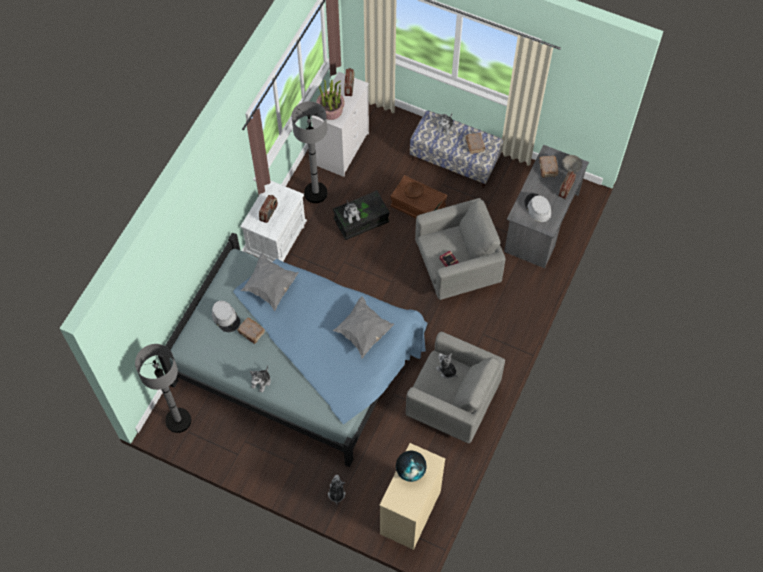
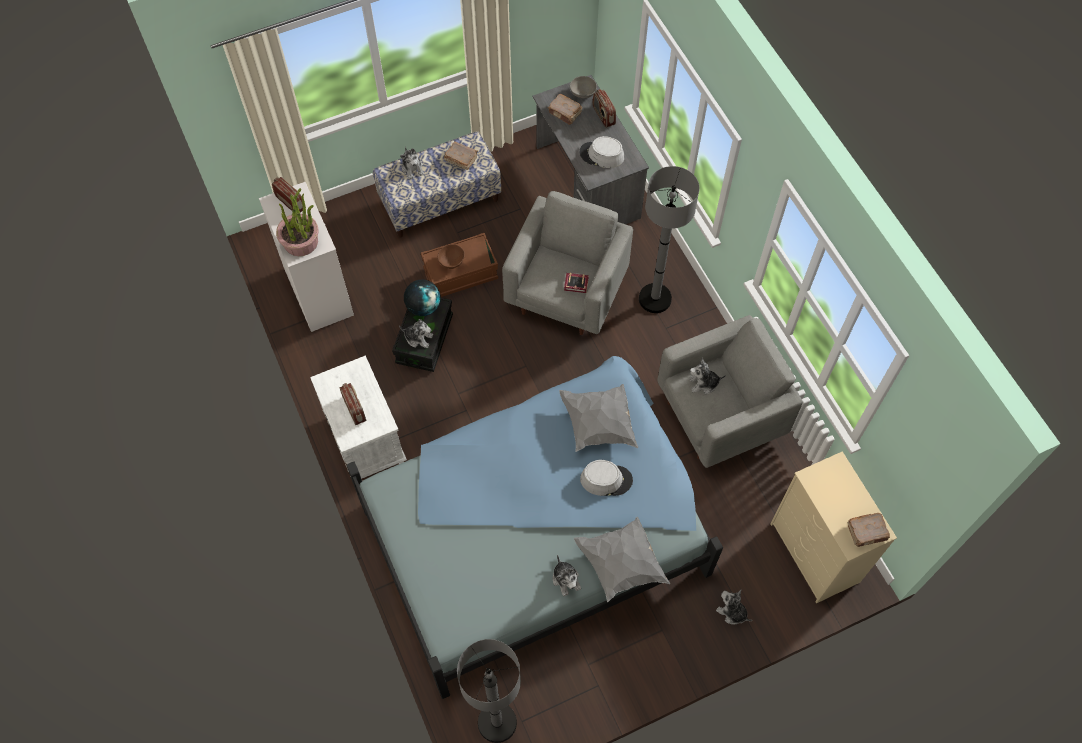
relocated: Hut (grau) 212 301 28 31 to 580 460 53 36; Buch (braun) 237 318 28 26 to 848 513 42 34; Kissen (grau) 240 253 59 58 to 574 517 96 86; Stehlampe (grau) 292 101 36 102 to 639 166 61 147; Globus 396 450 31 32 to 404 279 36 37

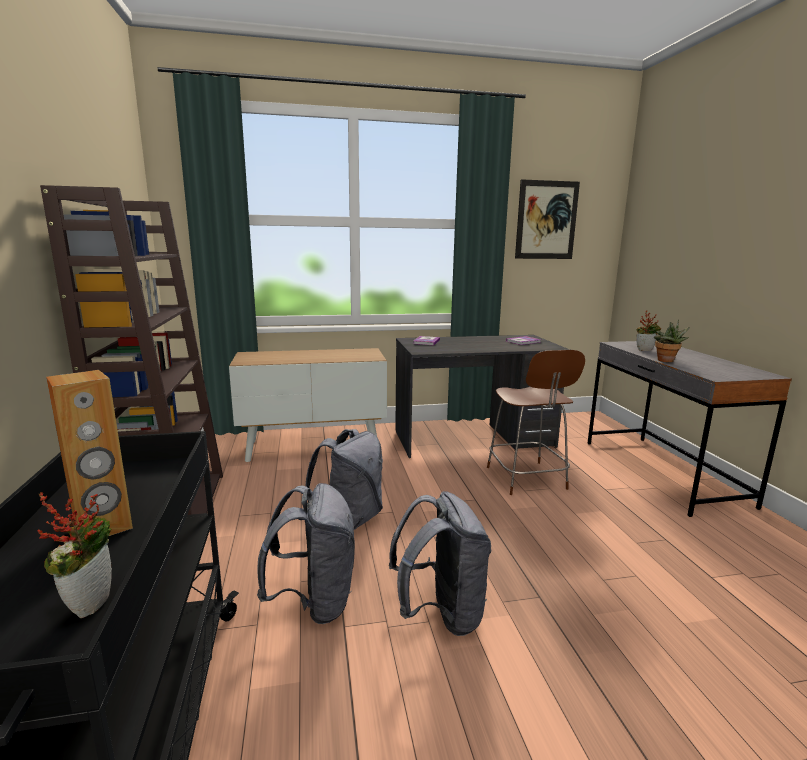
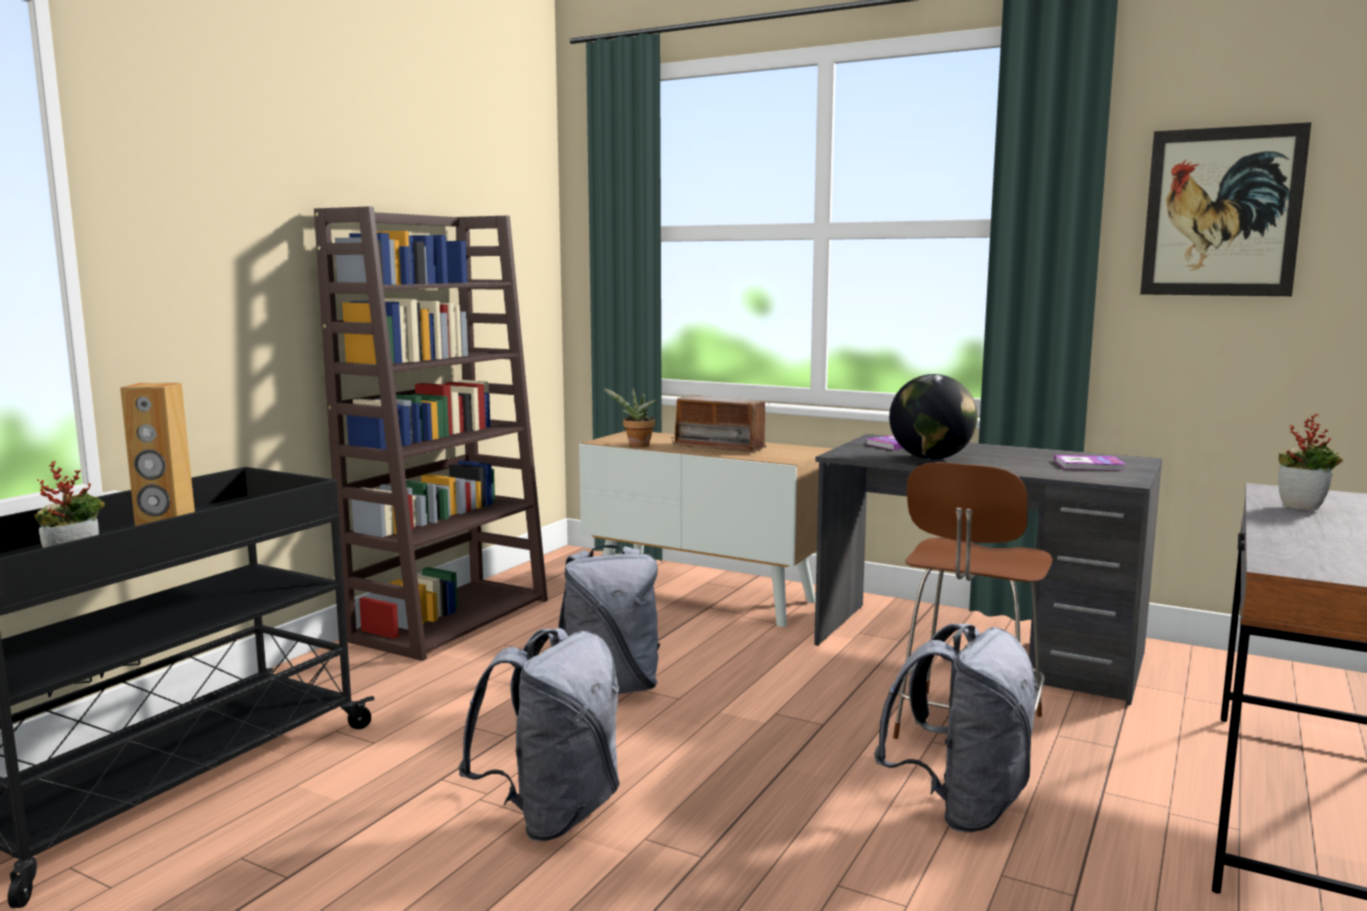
appeared: Radio 671 395 98 58; Globus 889 374 89 86
relocated: Rucksack (grau) 257 483 98 141 to 874 624 165 209; Topfpflanze 654 320 36 42 to 603 388 53 59

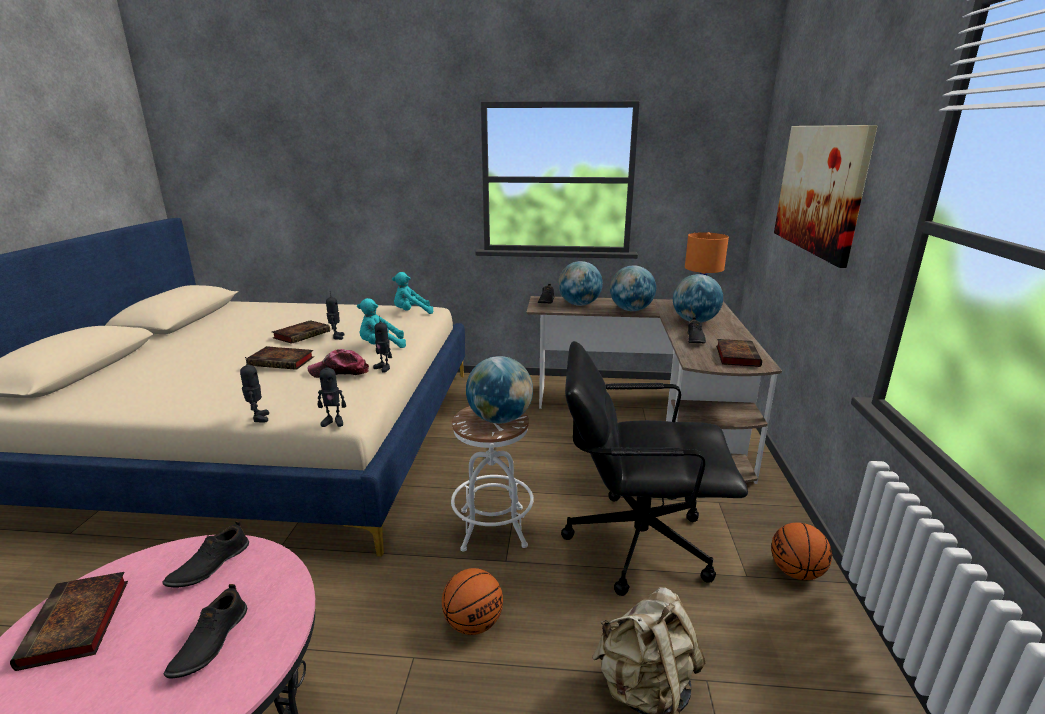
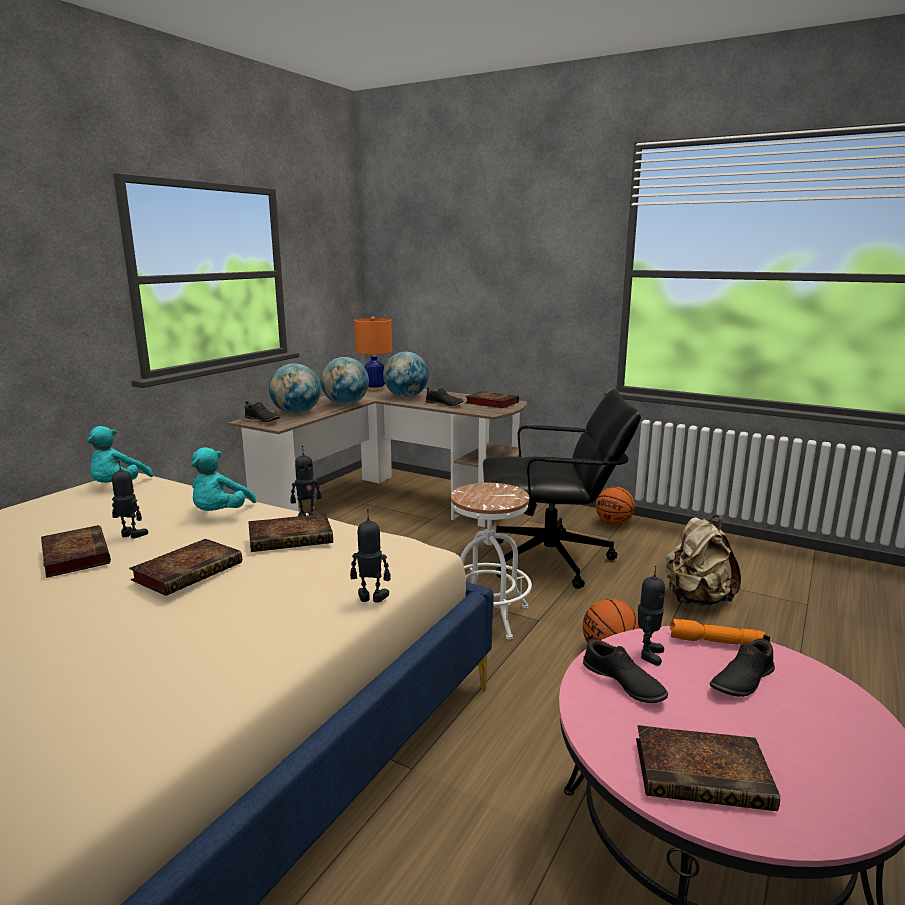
missing: Globus 466 356 67 68; Bild 774 125 103 143
appeared: Taschenlampe (orange) 670 619 96 26
relocated: Spielzeugroboter 317 360 29 67 to 638 566 27 100
exchanged: Kappe 307 349 62 29 to Buch 248 514 85 38
spun: Schuh (schwarz) 163 584 84 94 = 709 634 66 63 105 degrees clockwise; Bürostuhl (schwarz) 561 341 187 255 = 483 389 158 200 120 degrees counterclockwise

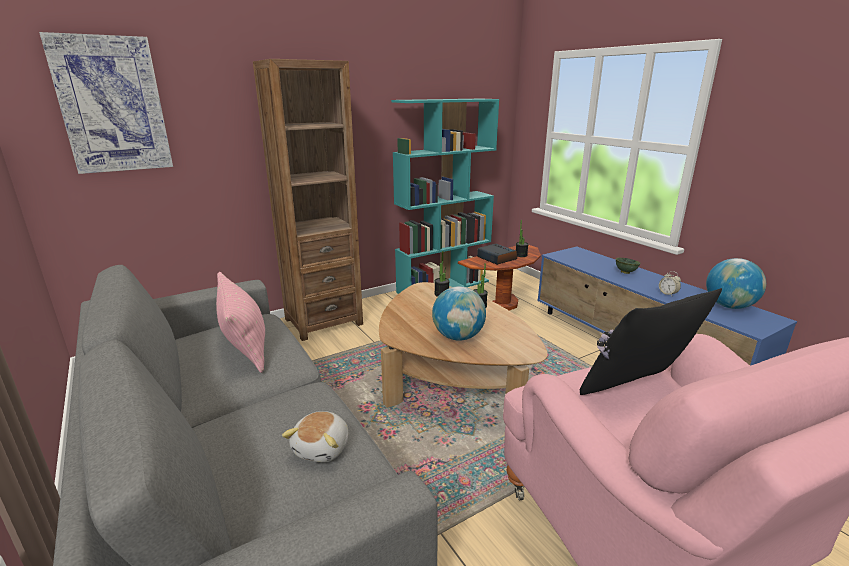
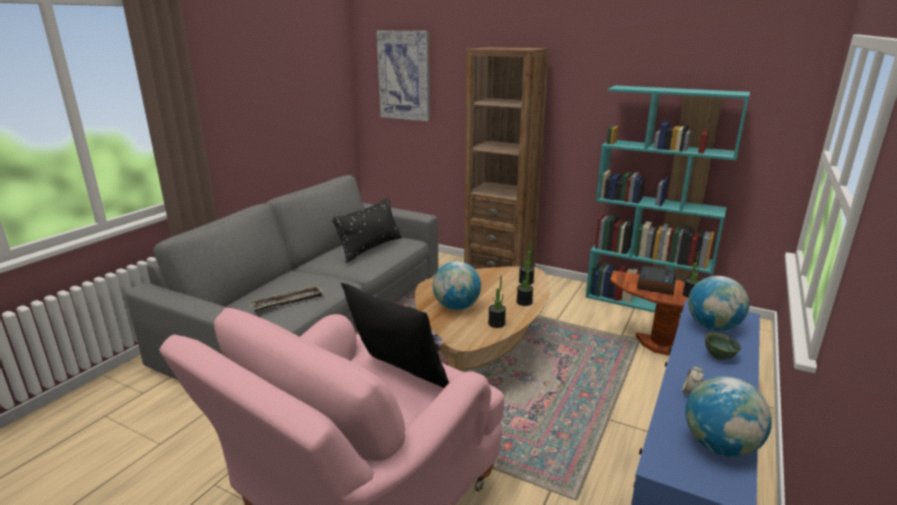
appeared: Topfpflanze 488 276 18 52; Globus 688 276 61 55
exchanged: Plüschtier 282 411 66 51 to Tablett 250 285 73 26
colour: Kissen (rosa) 216 272 49 101 to Kissen (schwarz) 332 197 70 66

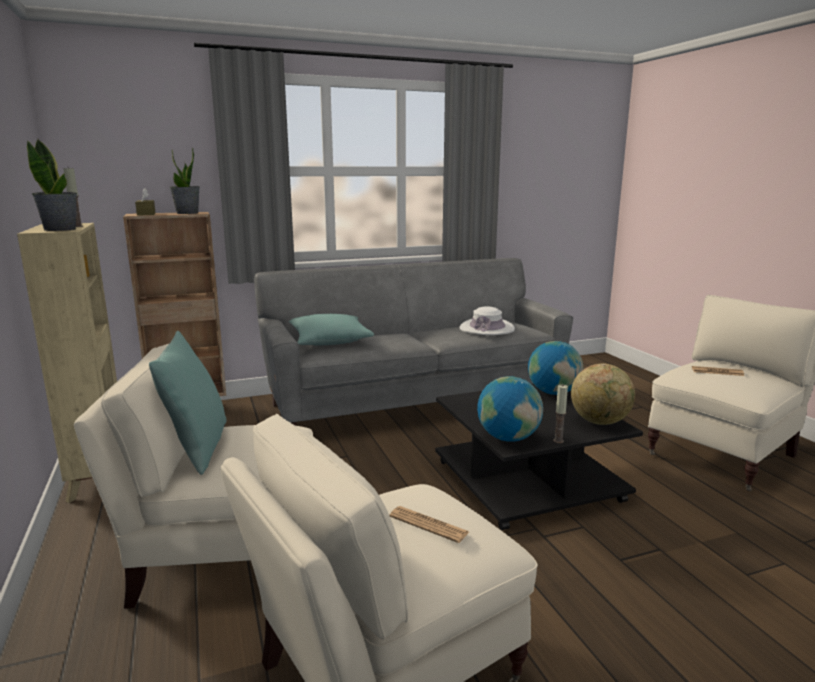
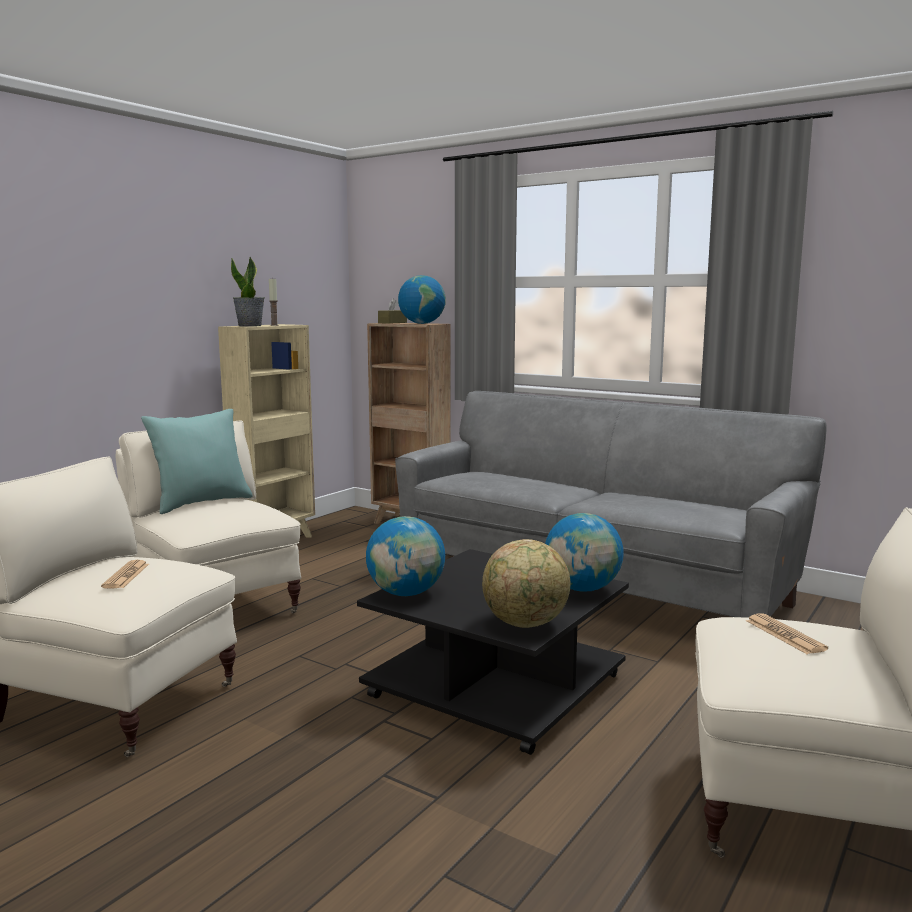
missing: Kissen (türkis) 289 314 85 32; Hut (weiß) 460 307 55 28; Kerze 553 384 15 59
exchanged: Topfpflanze 170 148 30 66 to Globus 398 275 48 49

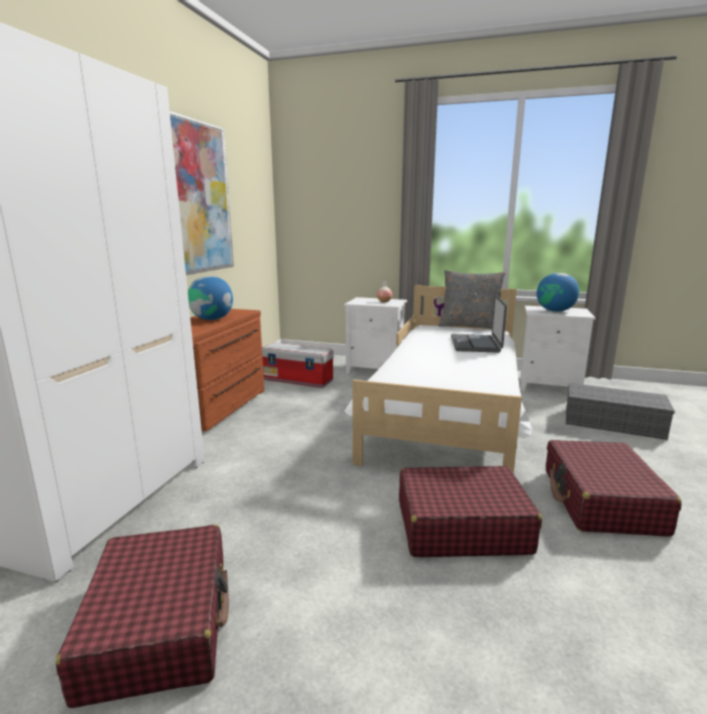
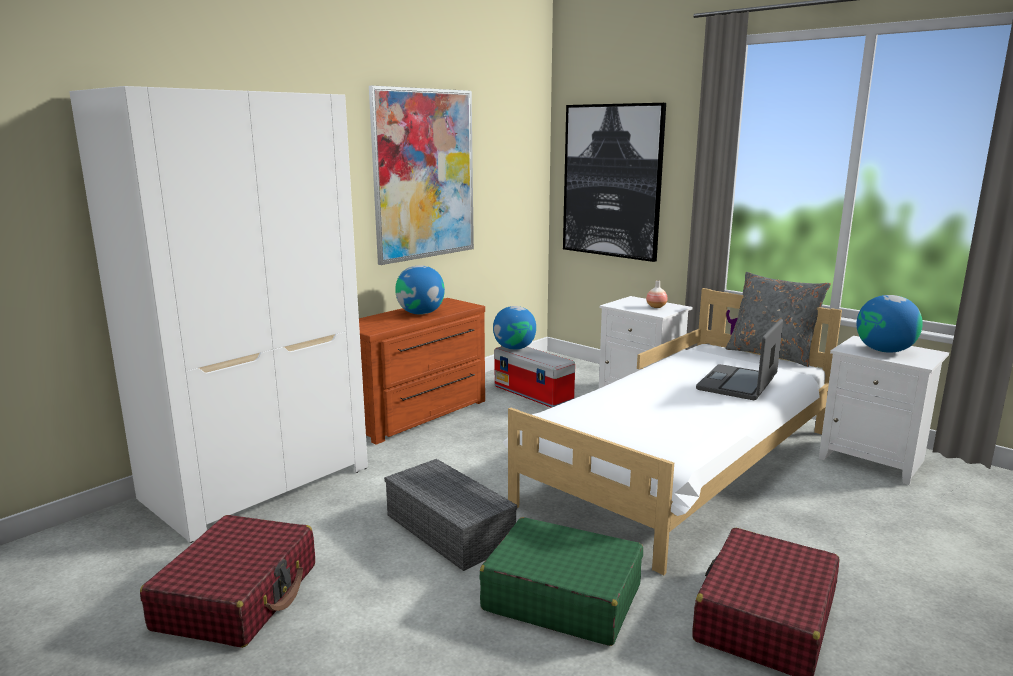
appeared: Globus 493 306 43 44; Bild 563 103 103 159
relocated: Aufbewahrungsbox (grau) 566 383 109 57 to 384 459 133 112
colour: Koffer (rot) 399 466 143 91 to Koffer (grün) 479 517 164 129

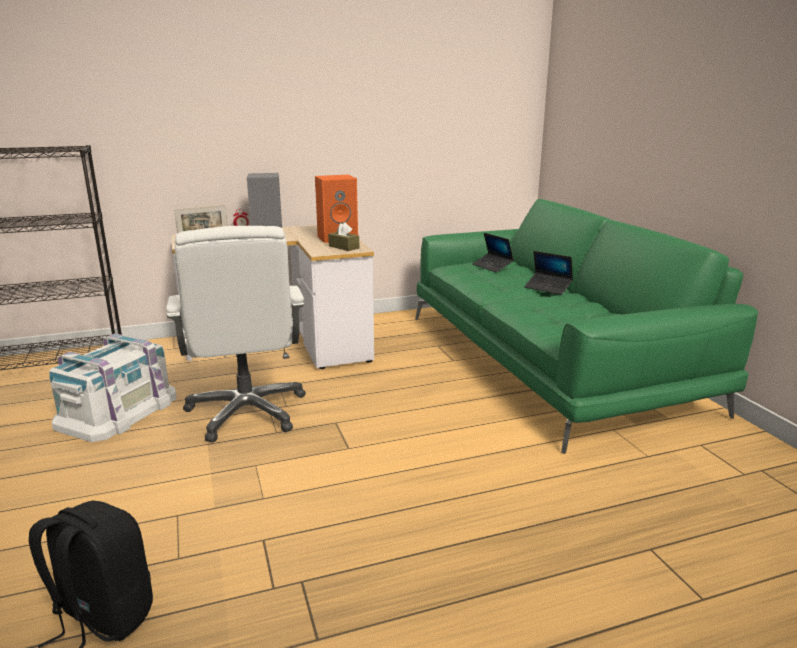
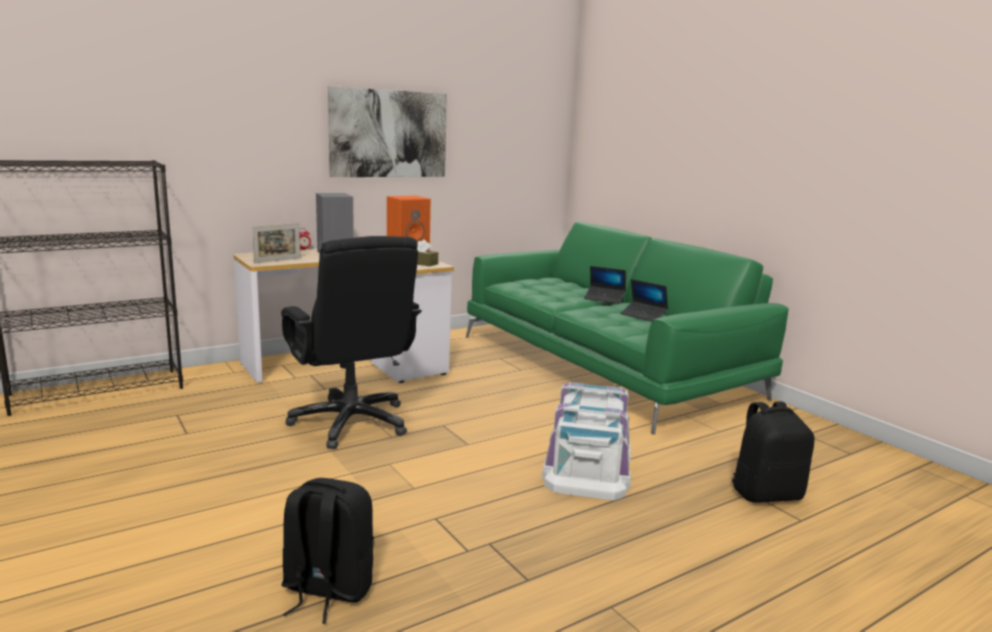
appeared: Bild 328 86 119 91; Rucksack (schwarz) 732 401 83 102
relocated: Aufbewahrungsbox (weiß) 49 333 127 109 to 542 382 89 119; Laptop 472 233 42 39 to 620 279 48 43
colour: Bürostuhl (weiß) 166 226 140 216 to Bürostuhl (schwarz) 281 236 141 213

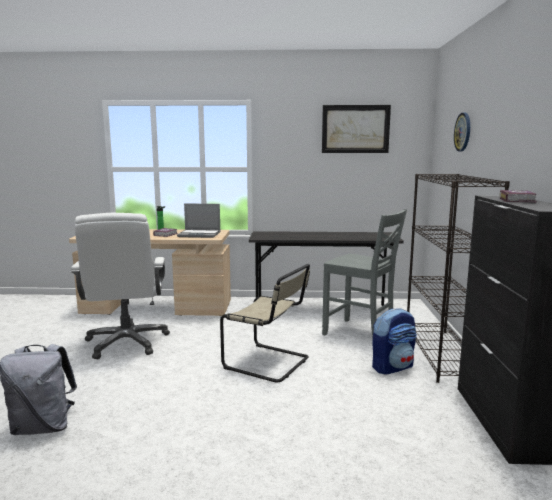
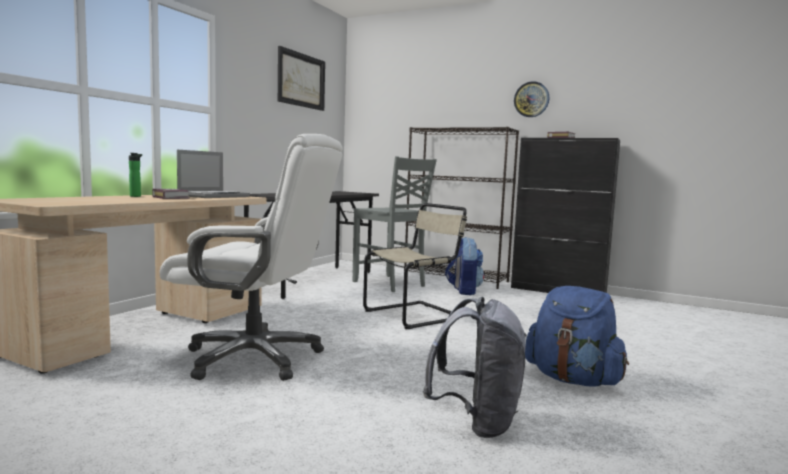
appeared: Rucksack (blau) 525 286 104 101
relocated: Wanduhr 454 113 16 38 to 514 81 35 36
spun: Stuhl (grau) 322 209 85 130 = 352 156 85 136 75 degrees clockwise

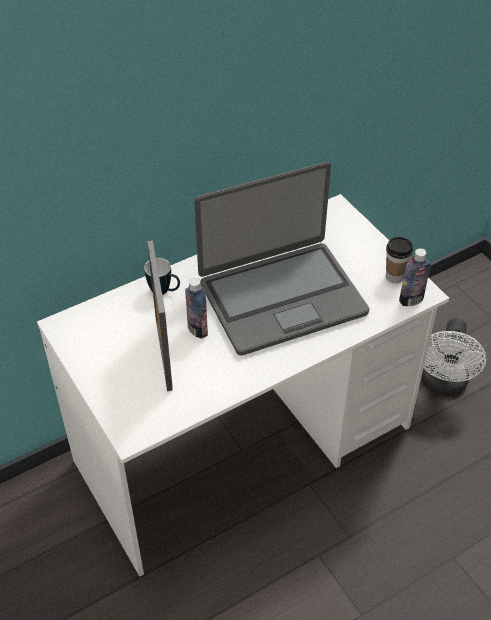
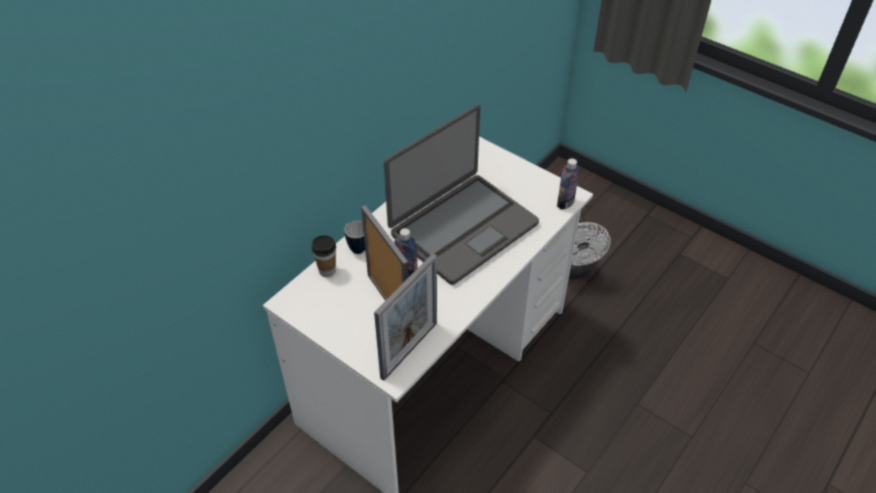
appeared: Bilderrahmen 374 254 63 127
relocated: Tasse 386 237 27 46 to 311 235 25 42

